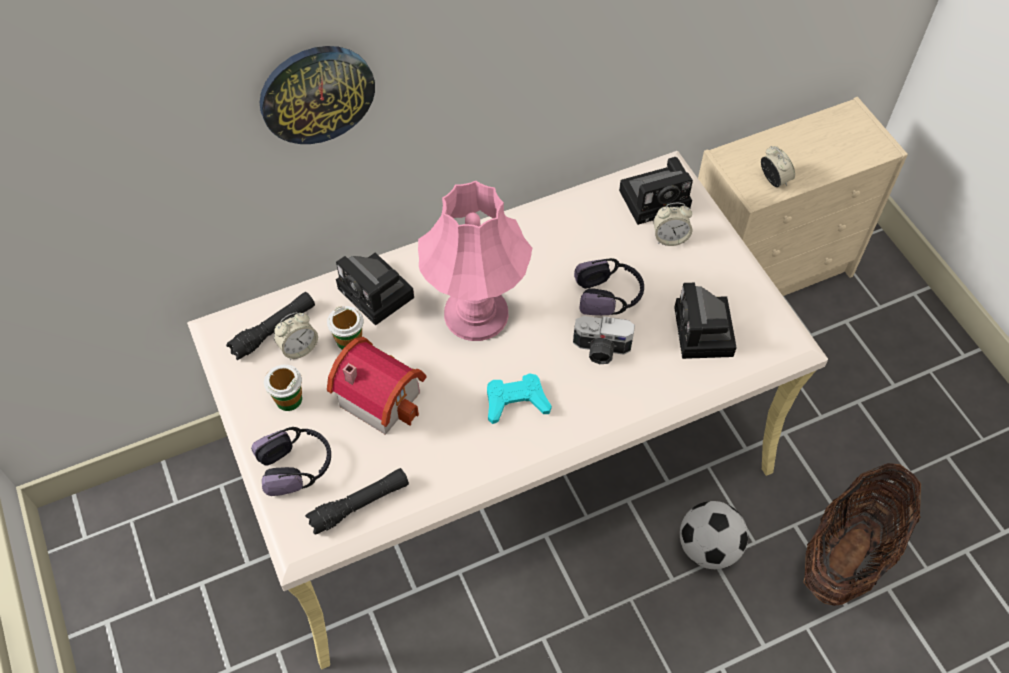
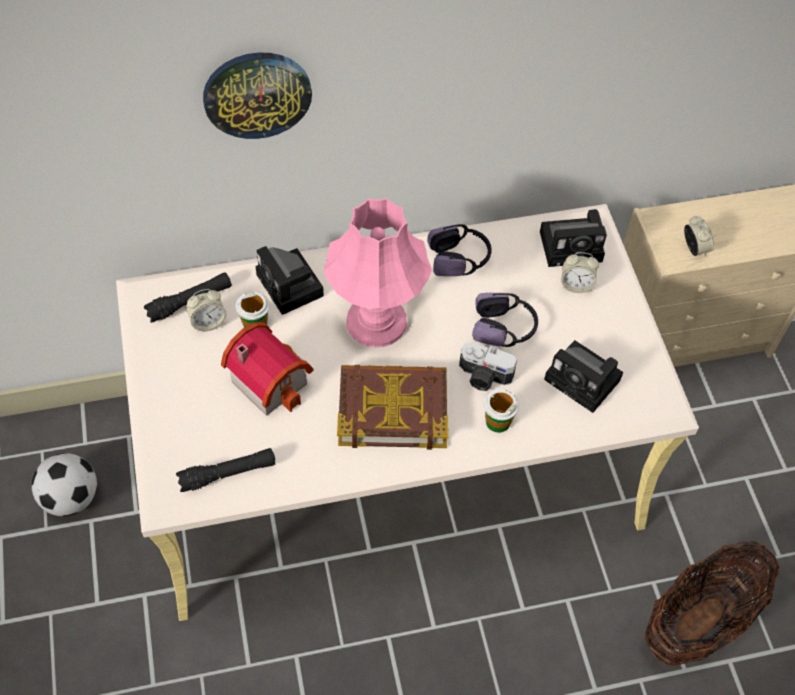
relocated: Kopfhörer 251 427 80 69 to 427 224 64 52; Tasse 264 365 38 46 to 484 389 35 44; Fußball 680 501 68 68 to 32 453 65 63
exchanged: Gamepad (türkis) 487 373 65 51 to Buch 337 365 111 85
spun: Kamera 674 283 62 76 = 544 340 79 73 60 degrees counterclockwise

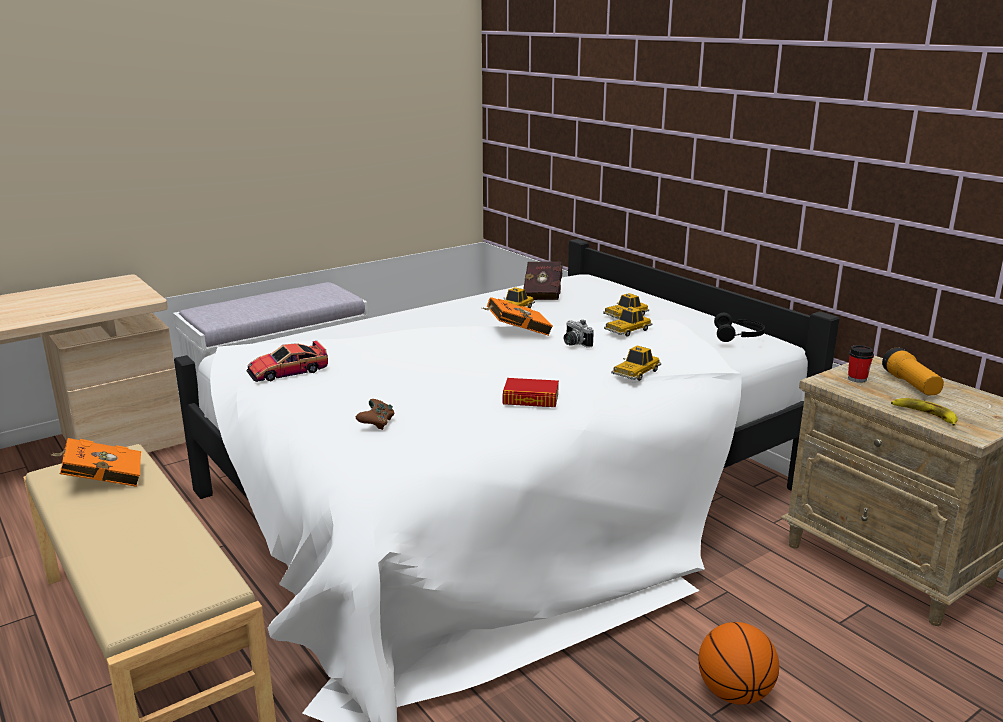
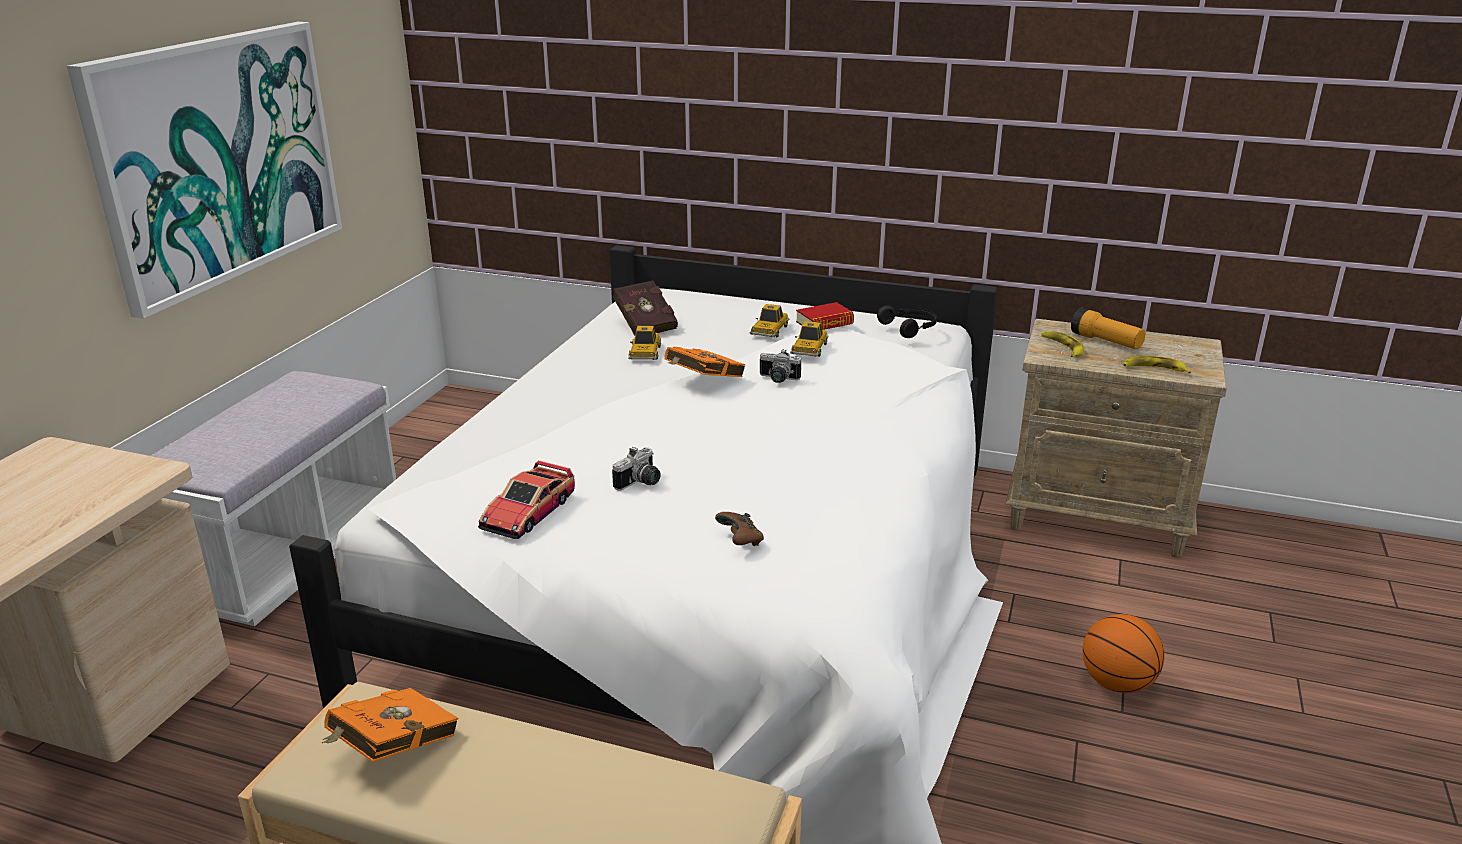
missing: Spielzeugauto 611 346 50 35
appeared: Bild 67 22 275 297; Kamera 612 447 49 44
relocated: Buch 503 378 56 29 to 796 302 58 28
exchanged: Tasse 848 345 26 38 to Banane 1041 331 43 26

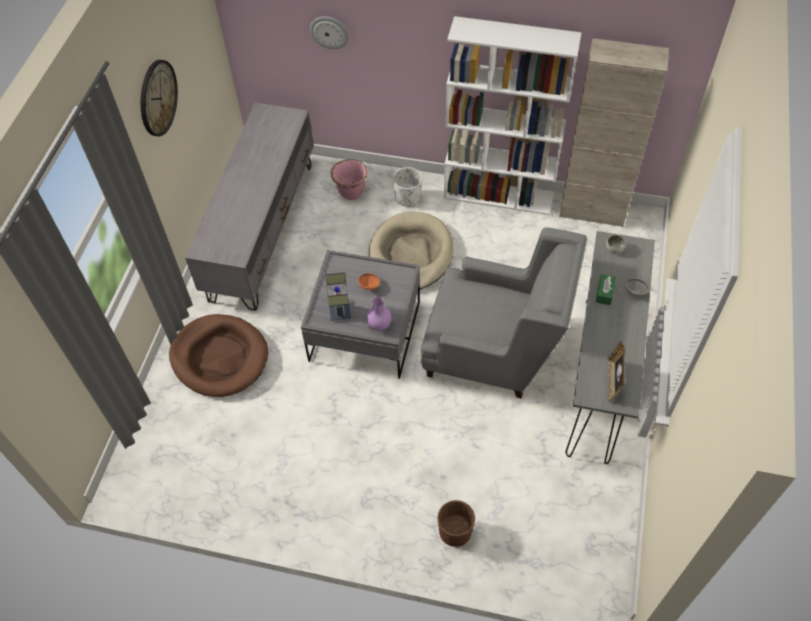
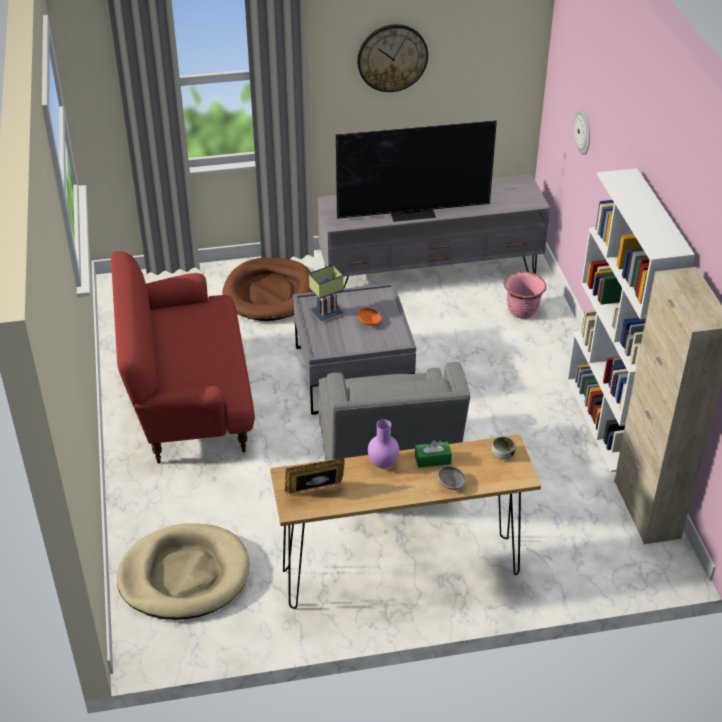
missing: Pflanzkübel (weiß) 393 167 29 40; Pflanzkübel (braun) 438 500 37 47
appeared: Sofa (rot) 111 251 144 213; Fernseher 336 120 161 102
relocated: Vase (lila) 367 297 24 34 to 368 419 31 49; Hundebett (beige) 369 212 85 77 to 117 523 133 97
colour: Konsolentisch (grau) 566 231 89 233 to Konsolentisch (braun) 270 435 271 174

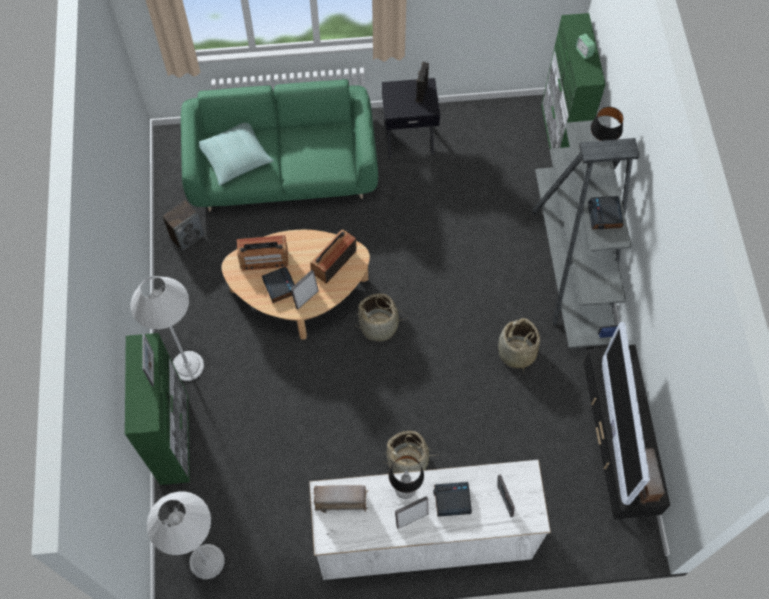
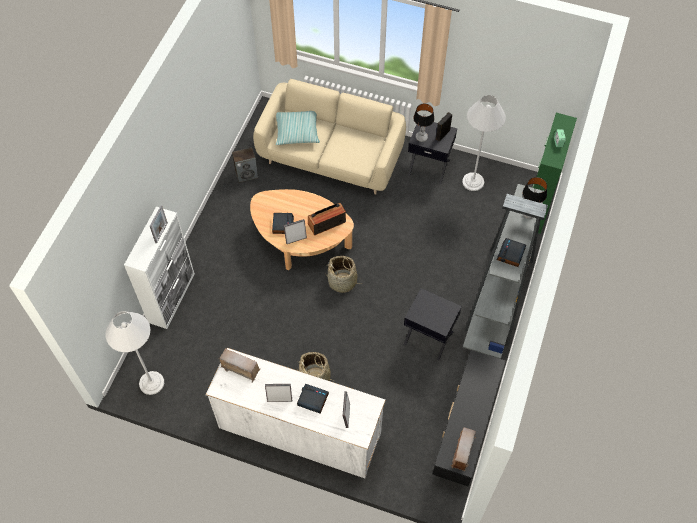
missing: Radio 237 235 51 36; Fernseher 602 322 48 183
relocated: Stehlampe (weiß) 130 276 74 105 to 462 95 44 96; Tischlampe 389 455 35 44 to 413 104 21 38
exchanged: Korb 498 318 42 53 to Beistelltisch (schwarz) 404 288 58 73
colour: Schrank (grün) 125 333 65 152 to Schrank (weiß) 124 207 71 122; Sofa (grün) 181 79 197 133 to Sofa (beige) 253 79 153 116

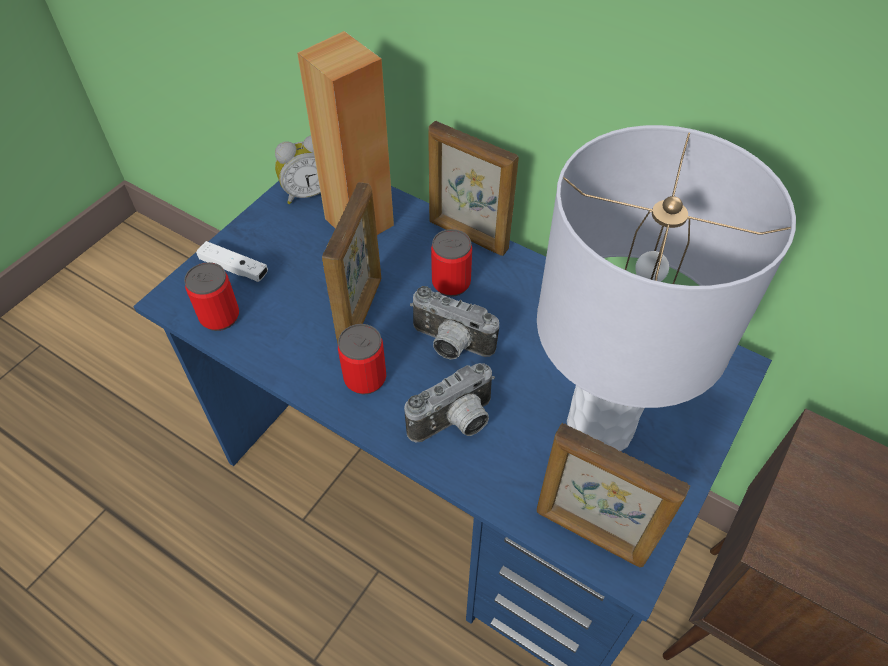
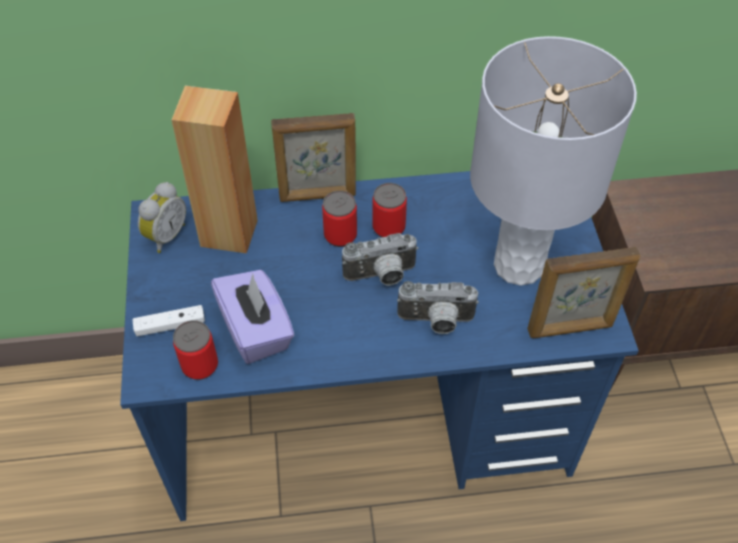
missing: Bilderrahmen 322 182 59 161
appeared: Taschentuchbox (lila) 211 270 84 94
relocated: Dose 338 324 48 70 to 372 183 35 54
spun: Kamera 404 363 91 79 = 397 281 82 53 75 degrees clockwise

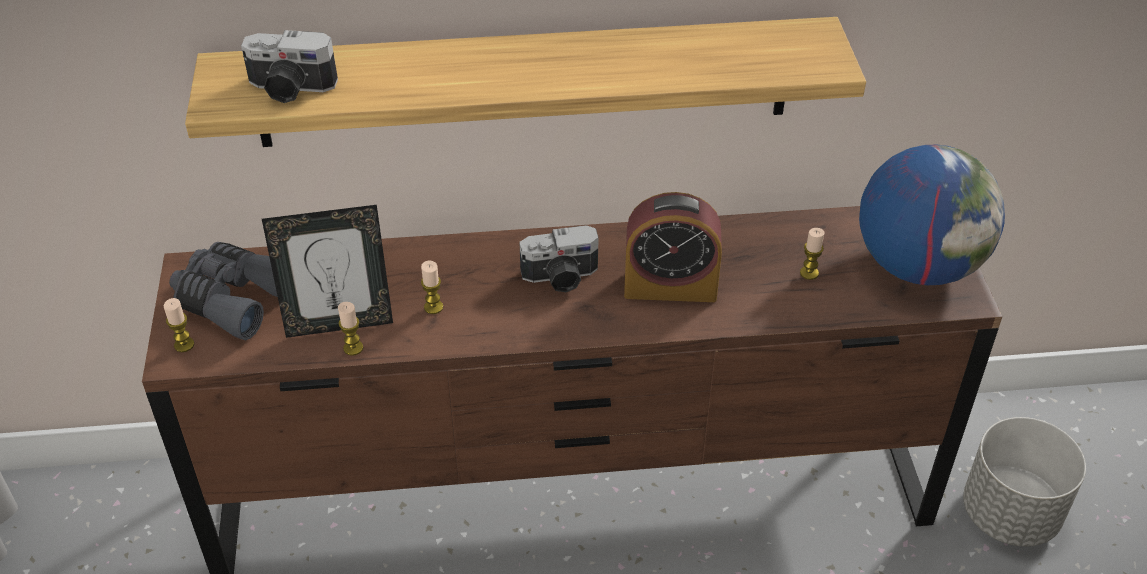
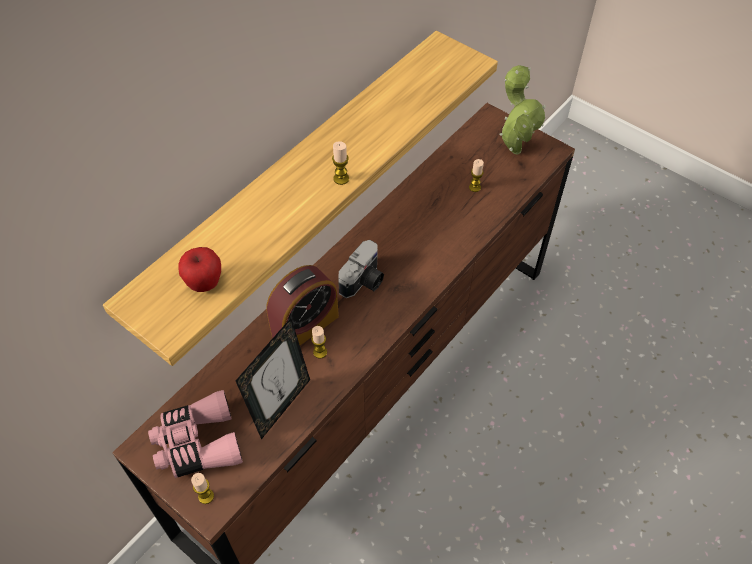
missing: Pflanzkübel (grau) 963 417 123 130
relocated: Kerze 338 302 25 54 to 332 141 17 44; Wecker 624 192 98 110 to 266 265 73 80
exchanged: Kamera 241 30 97 73 to Apfel 178 247 43 45; Globus 859 144 146 141 to Topfpflanze 499 65 47 90
colour: Fernglas (grau) 169 242 109 98 to Fernglas (rosa) 148 390 95 88

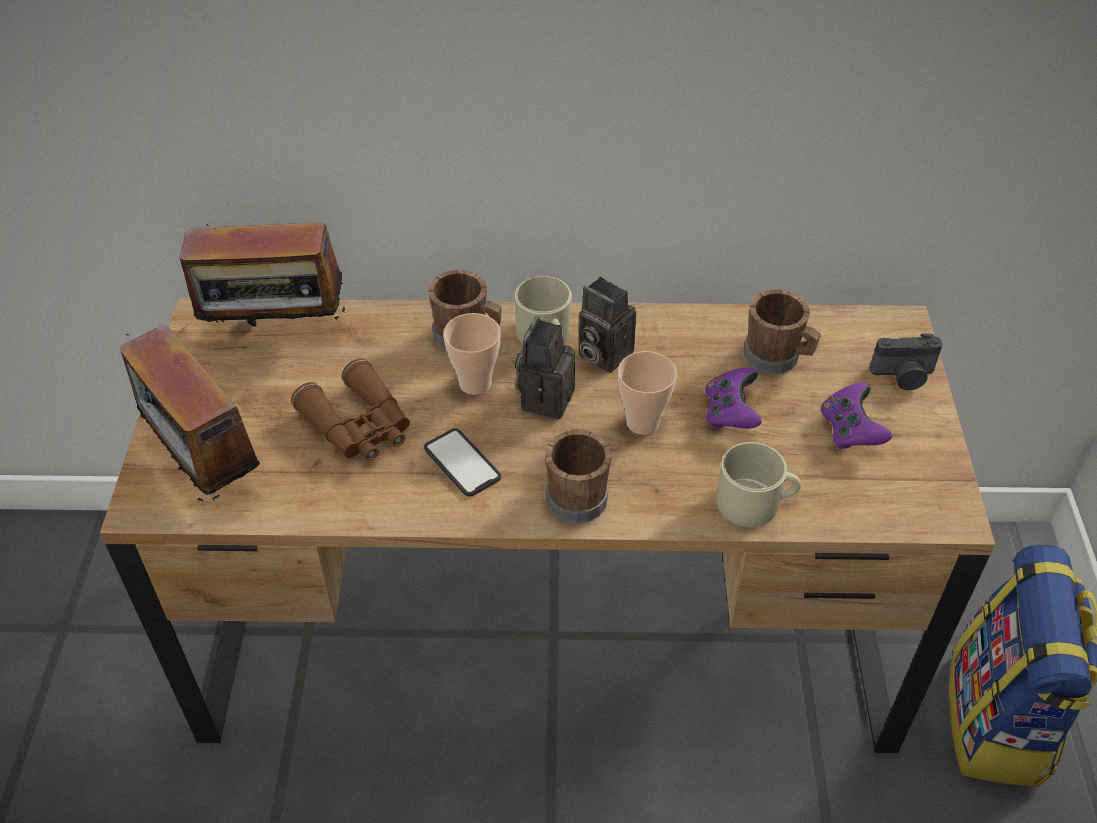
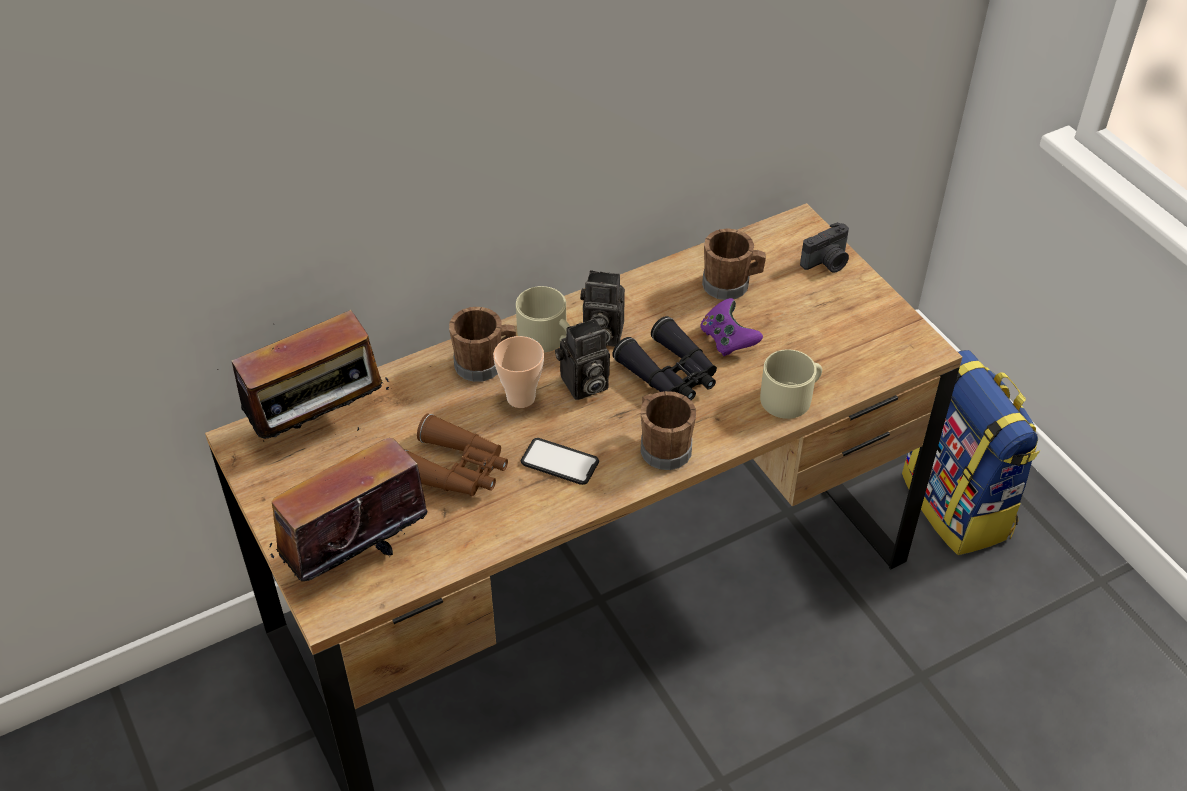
missing: Gamepad (lila) 821 382 71 67
exchanged: Tasse 618 351 59 84 to Fernglas (schwarz) 612 316 105 84
spun: Radio 120 324 140 177 = 269 427 168 154 120 degrees clockwise; Kamera 515 316 60 104 = 555 318 55 82 105 degrees counterclockwise

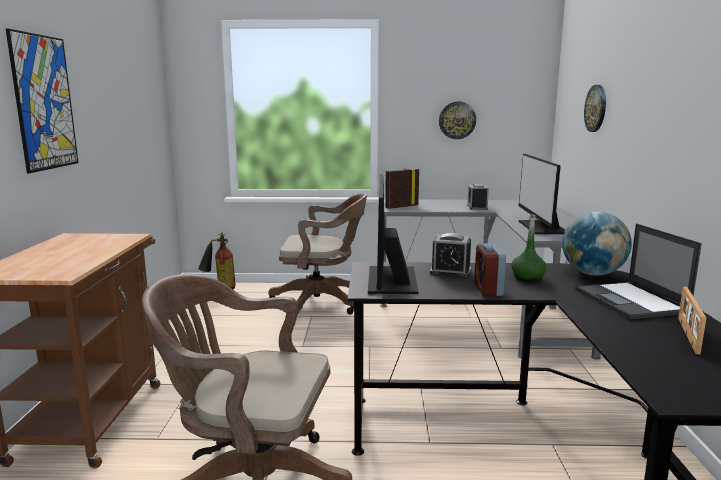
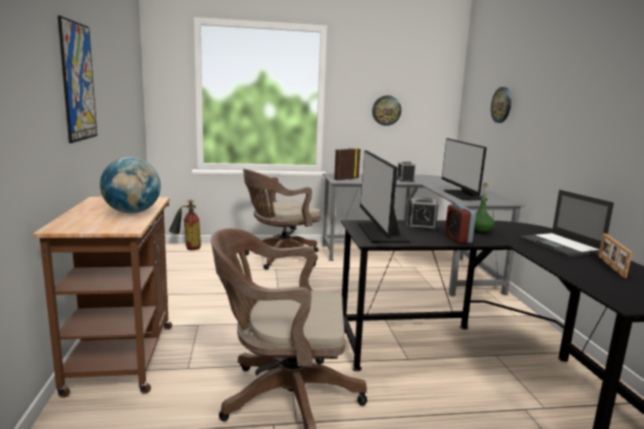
relocated: Globus 562 211 70 64 to 100 157 61 57
spun: Bürostuhl (braun) 268 193 99 122 = 243 169 78 101 150 degrees clockwise

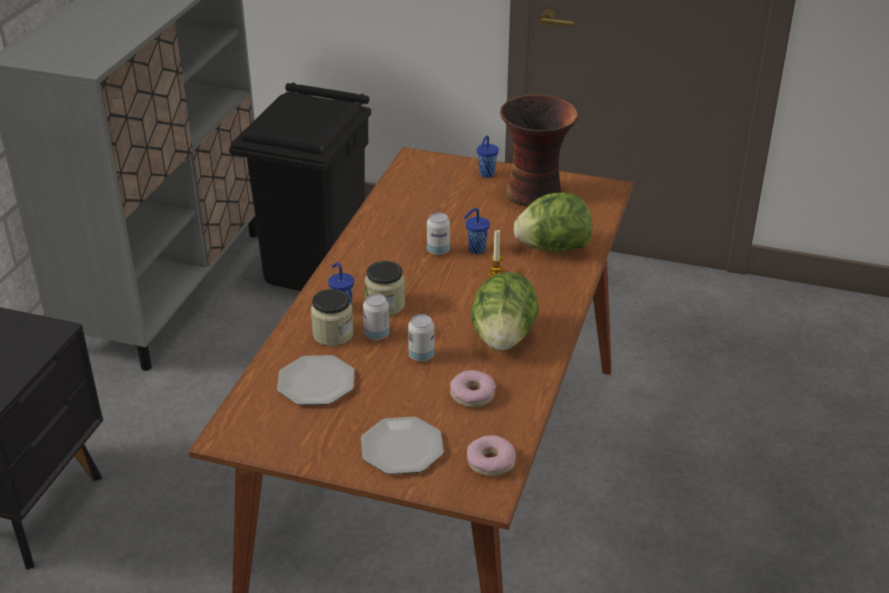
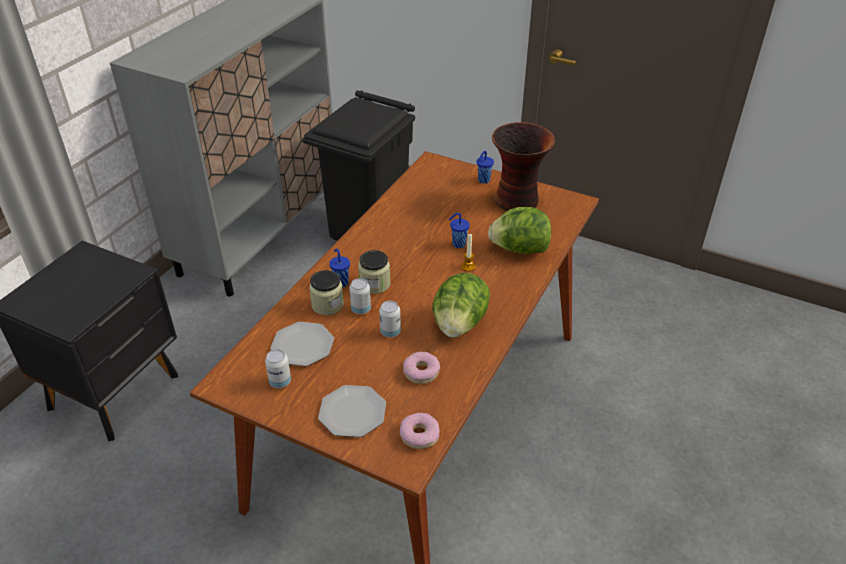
relocated: Dose 427 212 23 43 to 265 349 26 39

